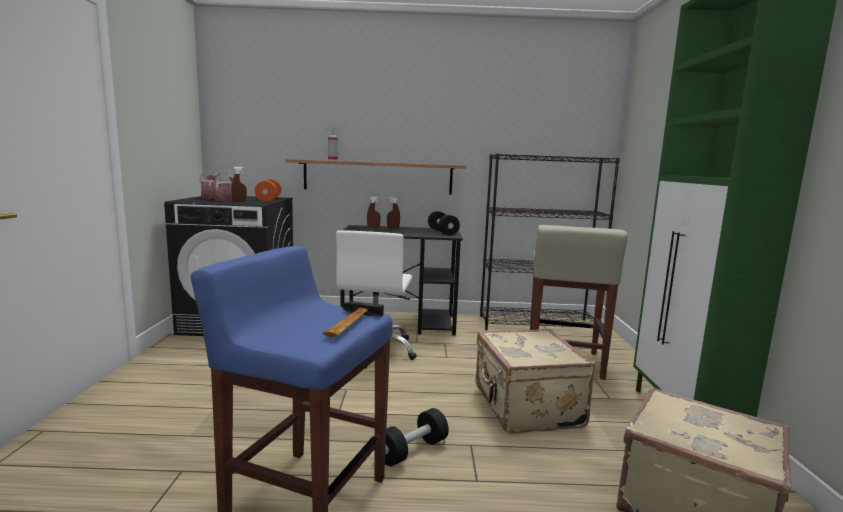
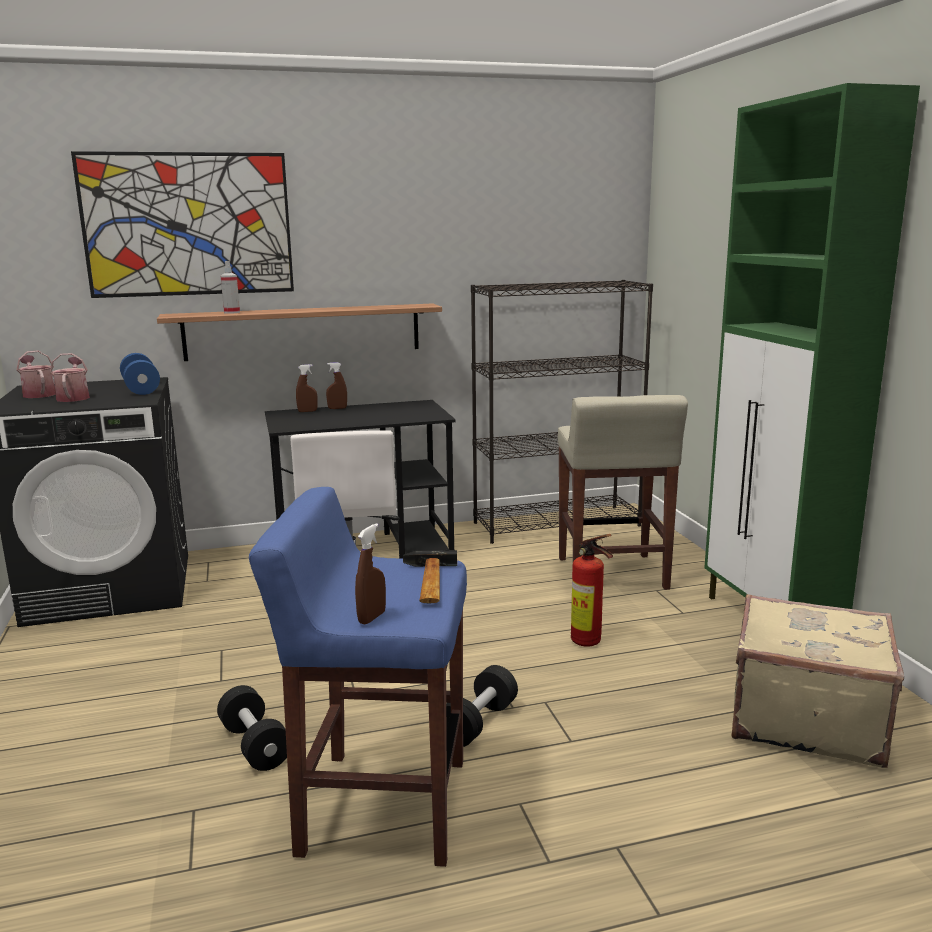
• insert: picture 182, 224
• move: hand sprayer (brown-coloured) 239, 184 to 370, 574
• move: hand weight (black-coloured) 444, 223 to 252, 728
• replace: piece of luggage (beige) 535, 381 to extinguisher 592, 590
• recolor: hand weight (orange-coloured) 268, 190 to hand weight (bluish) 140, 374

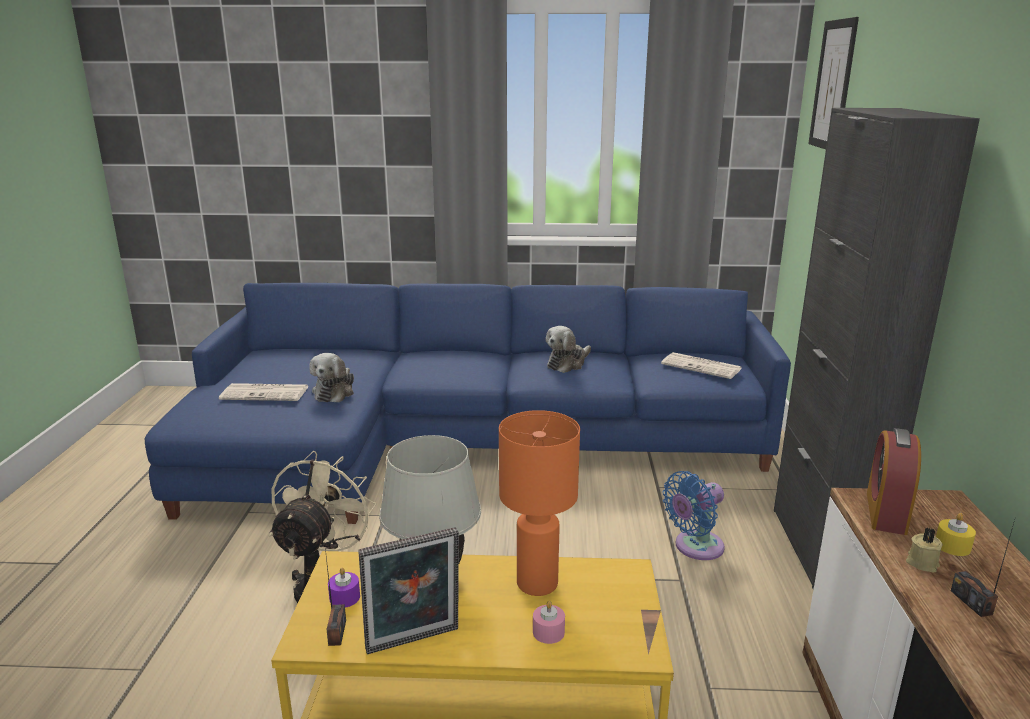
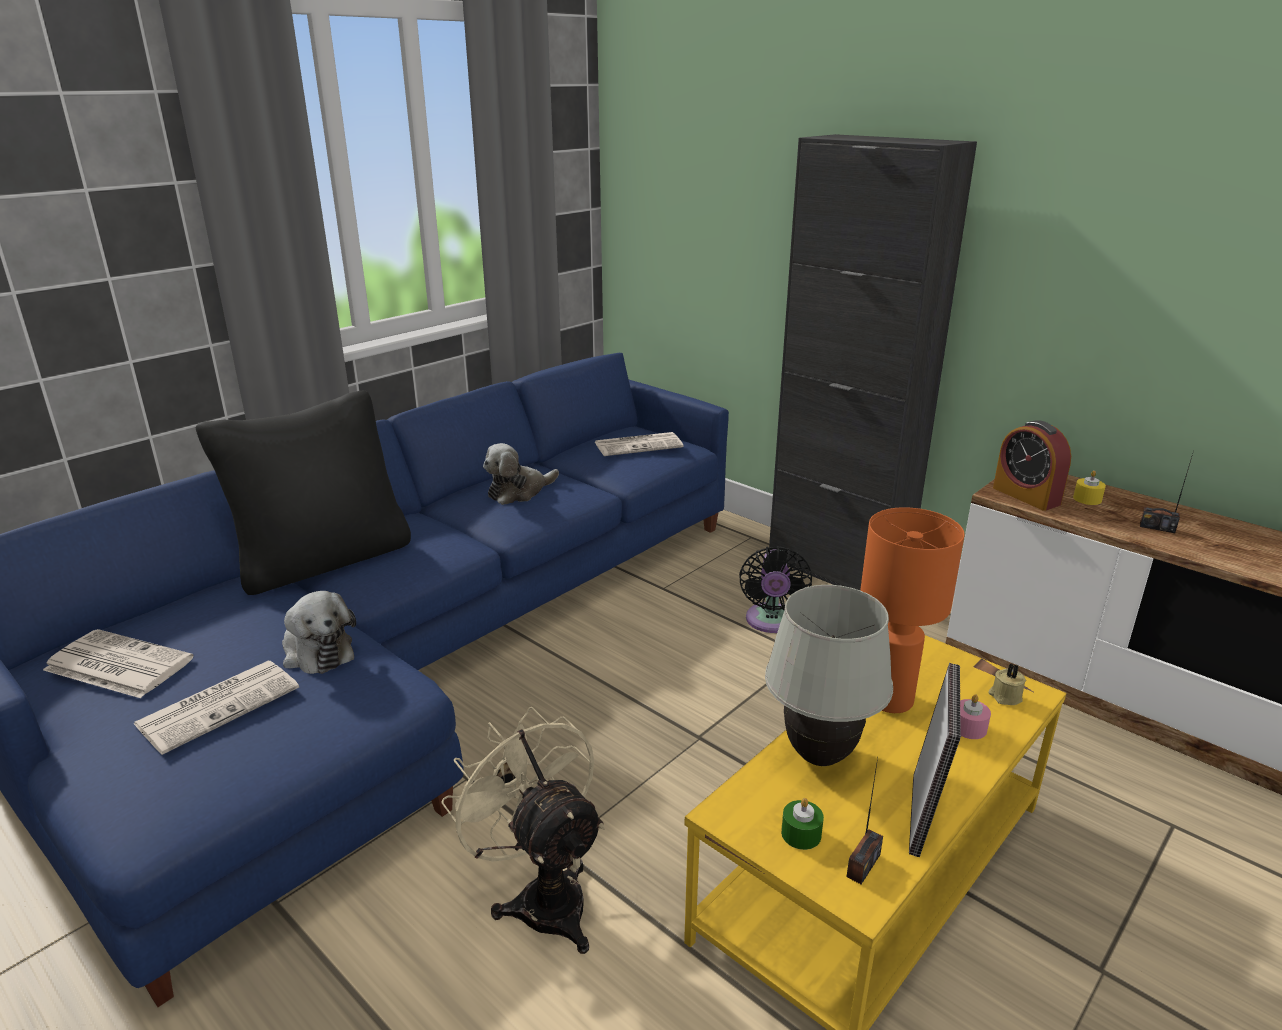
• delete: picture 833, 83
• insert: daily paper 118, 663
• insert: pillow (black-coloured) 303, 493
• move: wax light (beige) 924, 550 to 1007, 684
• recolor: wax light (purplish) 344, 588 to wax light (greenish) 802, 824
• recolor: cooling fan (bluish) 693, 515 to cooling fan (black-coloured) 775, 589
• rotate: radio 335, 597 = 864, 821 90 degrees clockwise
• rotate: soft toy 568, 349 = 521, 474 60 degrees clockwise

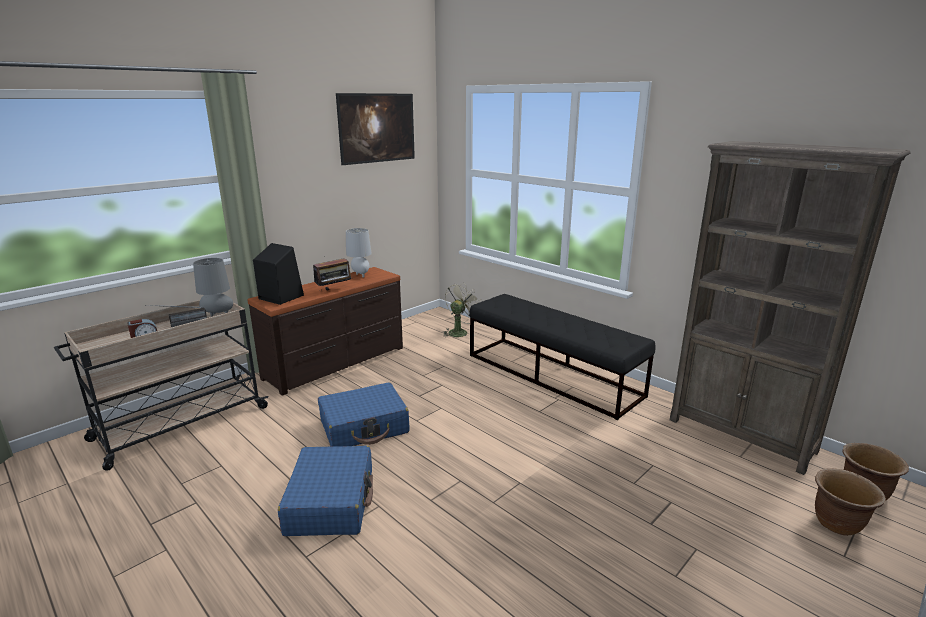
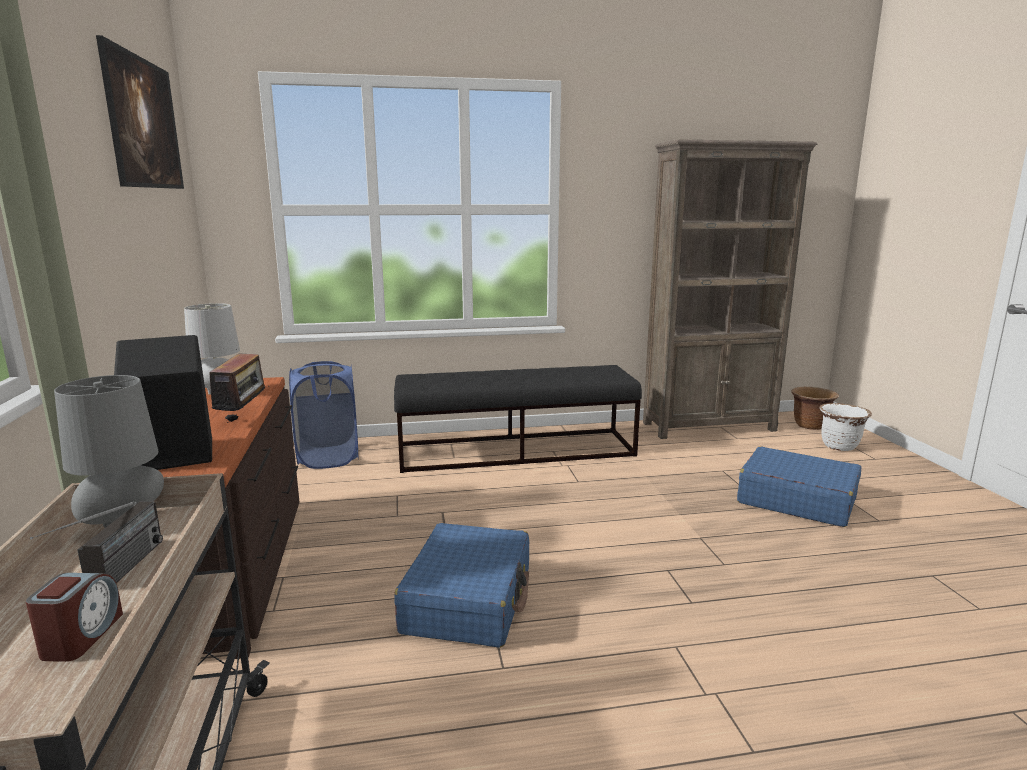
• move: piece of luggage (bluish) 325, 491 to 799, 487
• replace: cooling fan (beige) 461, 310 to laundry basket (bluish) 324, 415
• recolor: flower pot (brown-coloured) 850, 502 to flower pot (whitish) 845, 427

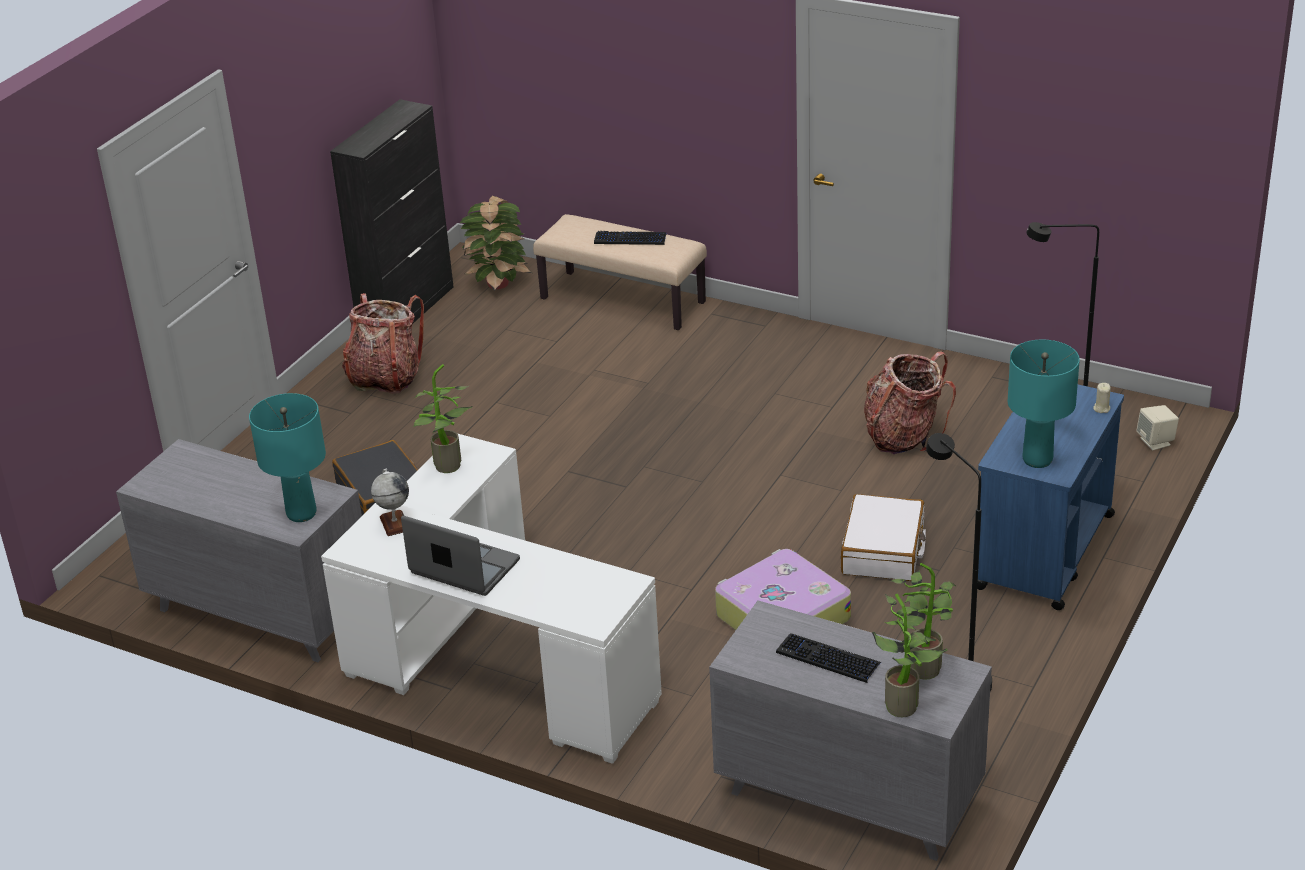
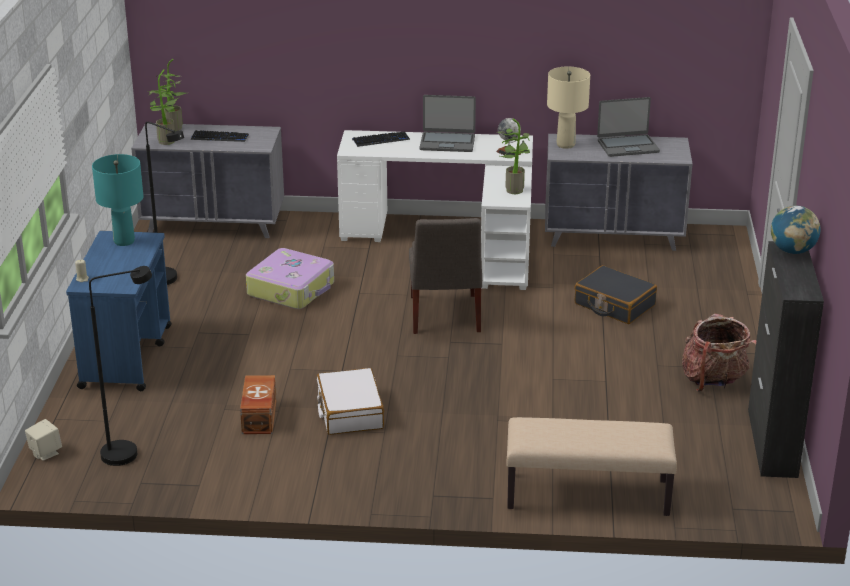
• delete: plant in a pot 496, 243
• insert: upright chair (greyish) 445, 276
• insert: portable computer 628, 127
• insert: world globe 795, 230
• move: computer keyboard 630, 238 to 381, 139
• move: piece of luggage (whitish) 883, 537 to 350, 401
• replace: rucksack 910, 402 to storage bin (brown-coloured) 258, 404
• recolor: table lamp (turquoise-coloured) 287, 457 to table lamp (beige) 568, 108

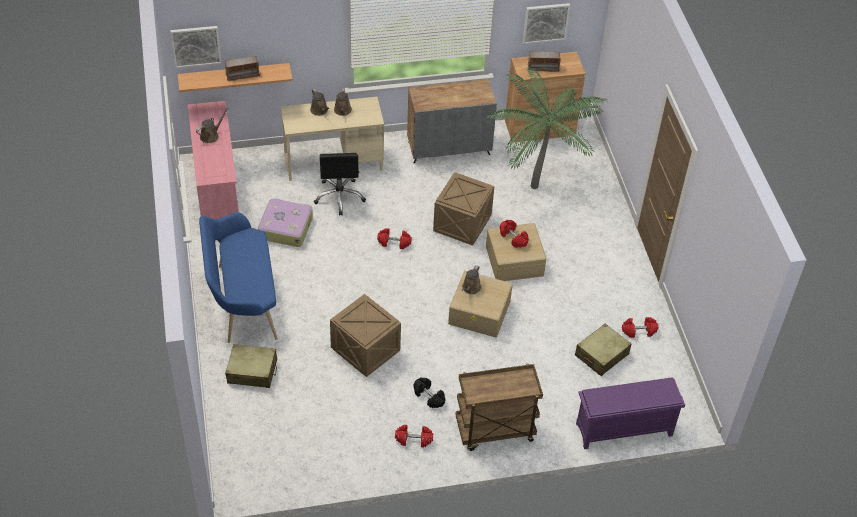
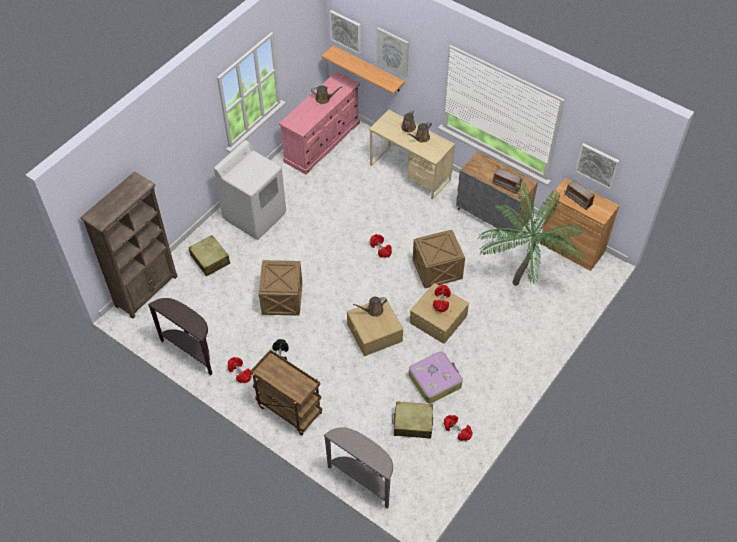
• delete: computer chair (black-coloured) 340, 184
• insert: shelving unit (brown-coloured) 129, 245
• insert: narrow table (brown-coloured) 180, 336
• insert: picture 393, 52
• move: radio 242, 68 to 507, 181
• move: piece of luggage 285, 222 to 436, 377
• replace: indoor bench (bluish) 238, 277 to laundry appliance (whitish) 250, 190
• replace: shoe shelf (purplish) 630, 413 to narrow table (greyish) 358, 467

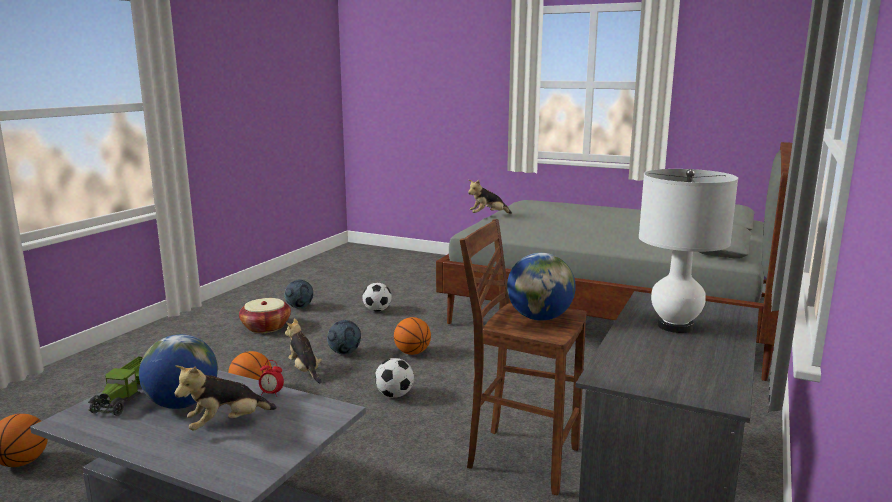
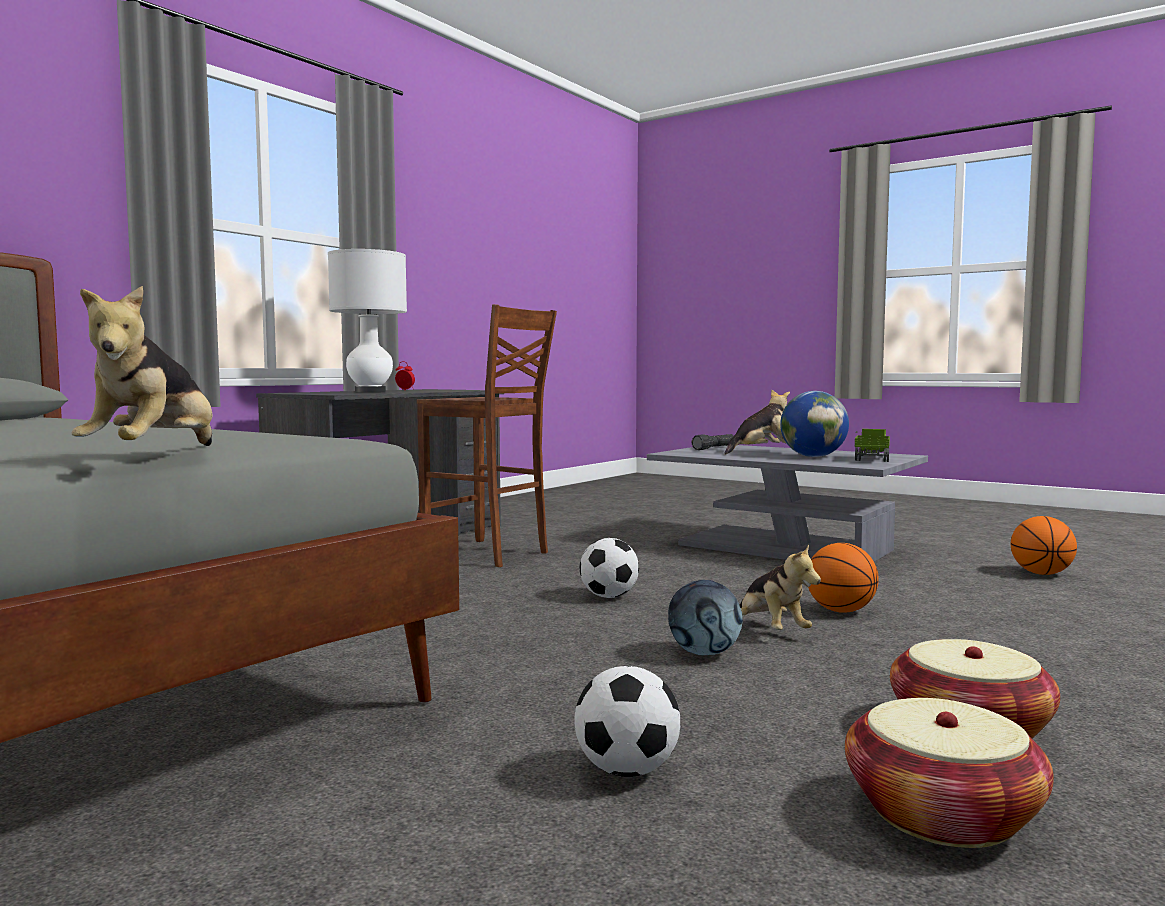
• delete: basketball ball 412, 336
• delete: world globe 541, 287
• insert: flashlight (black-coloured) 712, 442
• move: bedside clock 271, 378 to 405, 376
• replace: ball for football 299, 294 to storage basket 949, 773
• rotate: soft toy 490, 197 = 142, 366 105 degrees clockwise

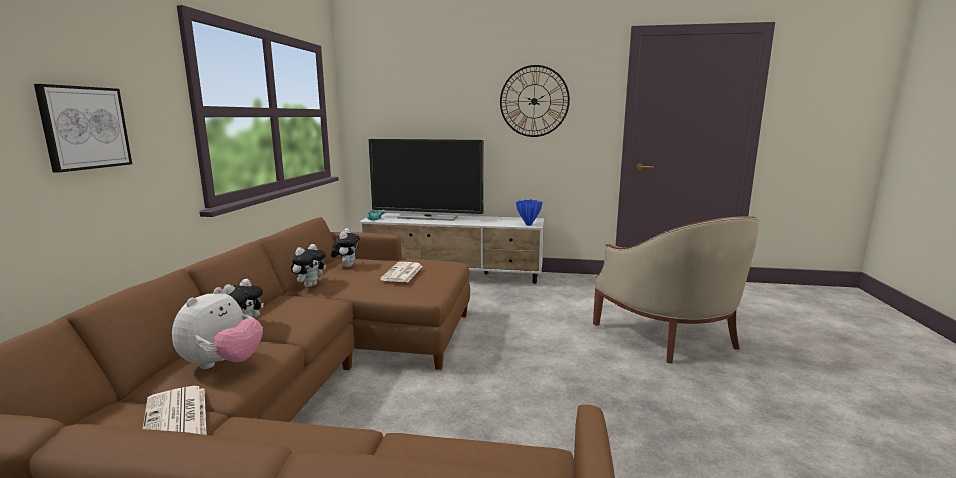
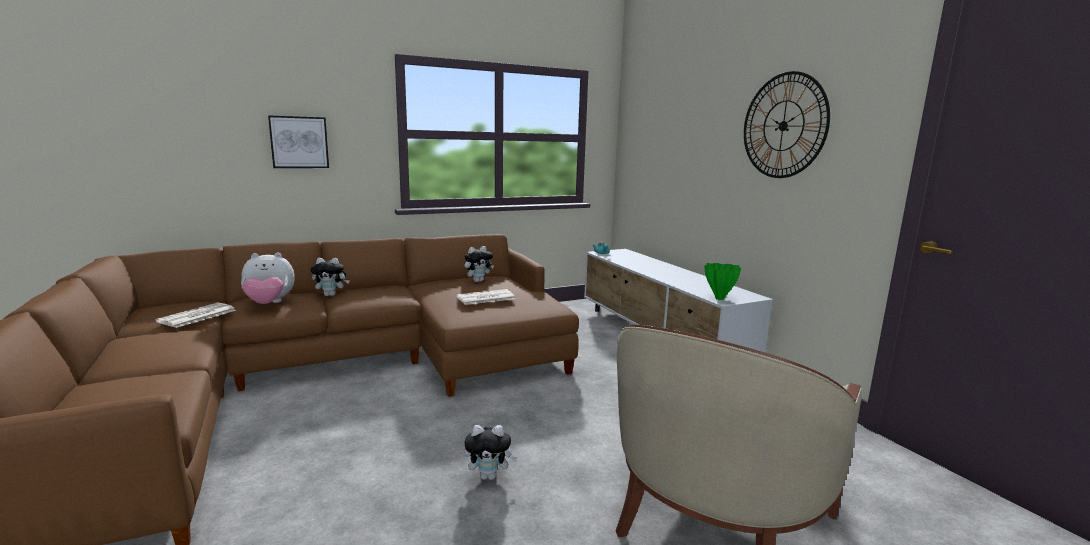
• delete: TV 426, 180
• move: soft toy 308, 265 to 491, 452
• recolor: vase (bluish) 529, 212 to vase (greenish) 723, 281

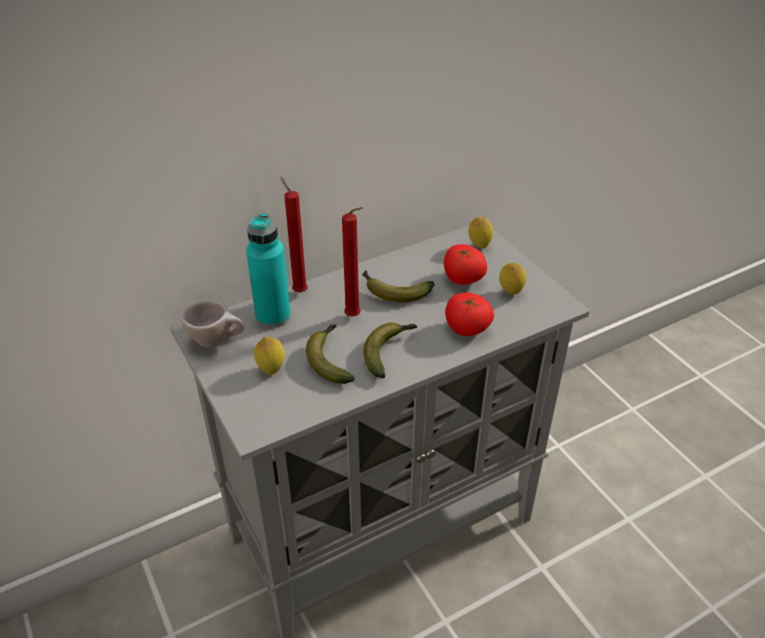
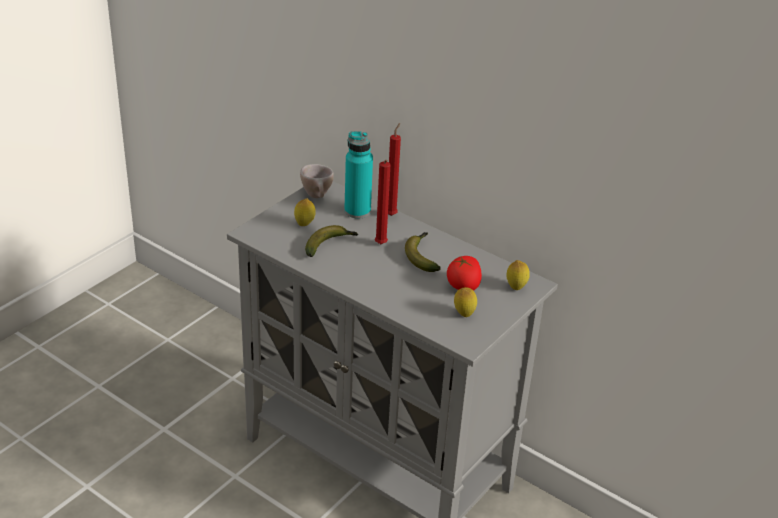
• delete: banana 390, 350
• delete: tomato 469, 314

